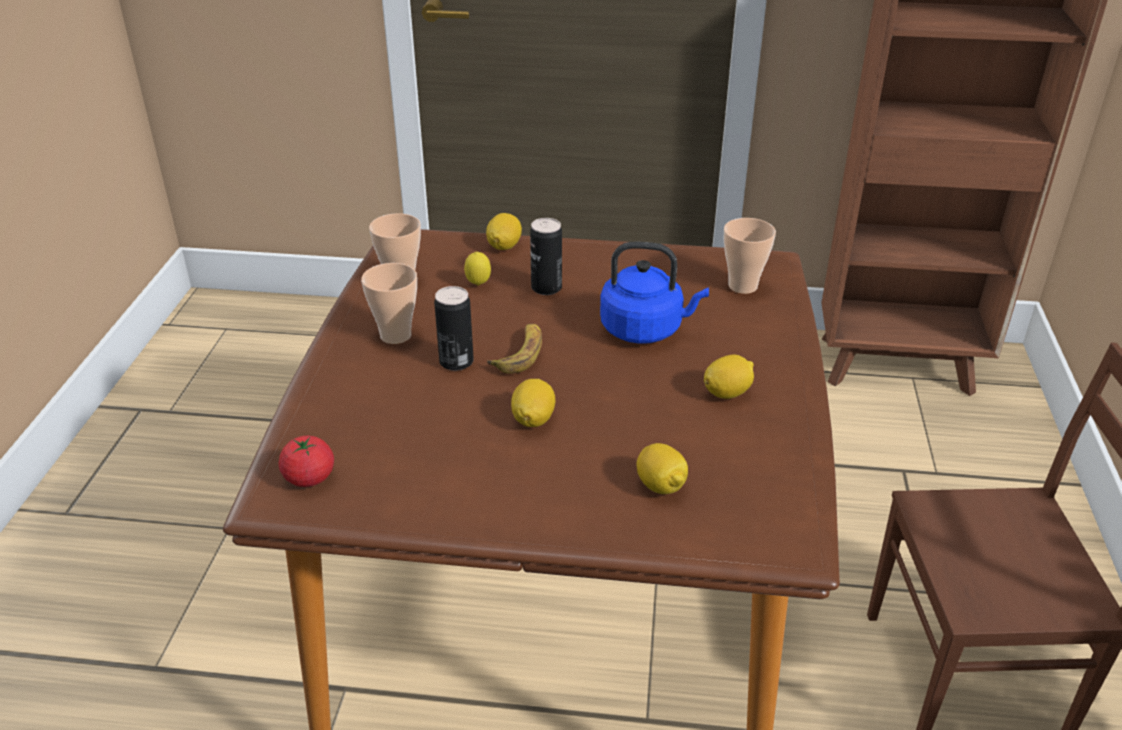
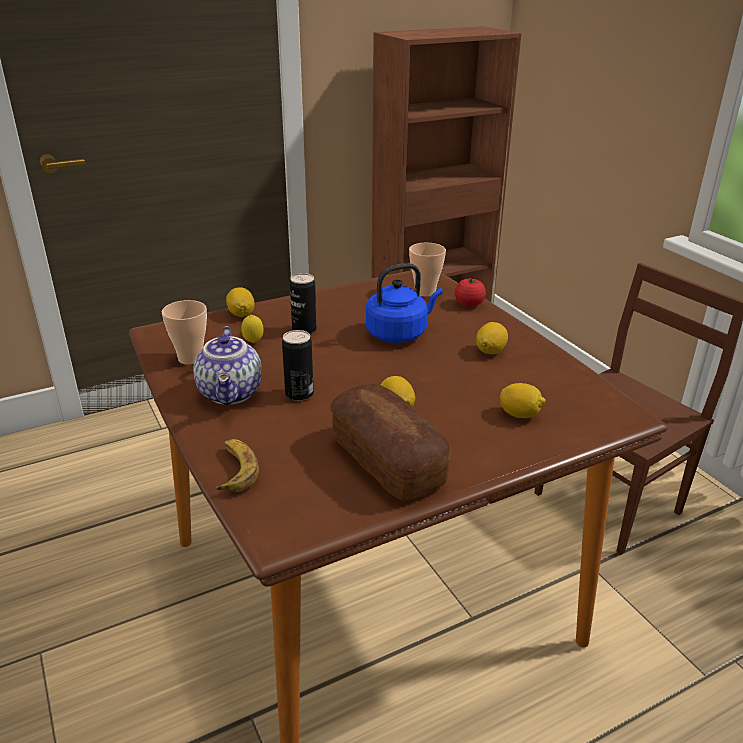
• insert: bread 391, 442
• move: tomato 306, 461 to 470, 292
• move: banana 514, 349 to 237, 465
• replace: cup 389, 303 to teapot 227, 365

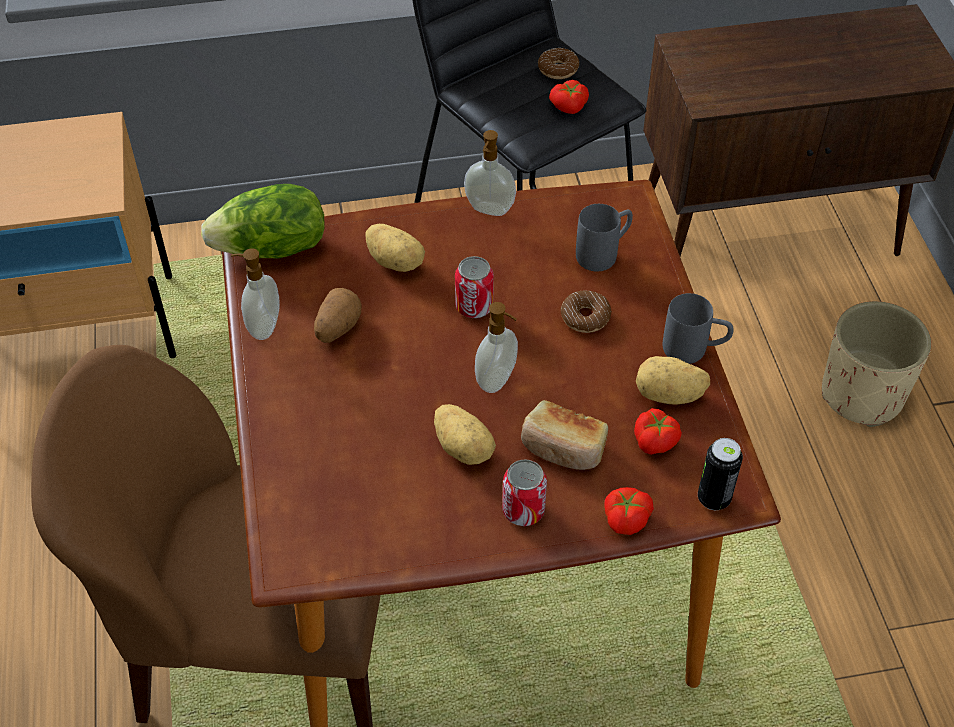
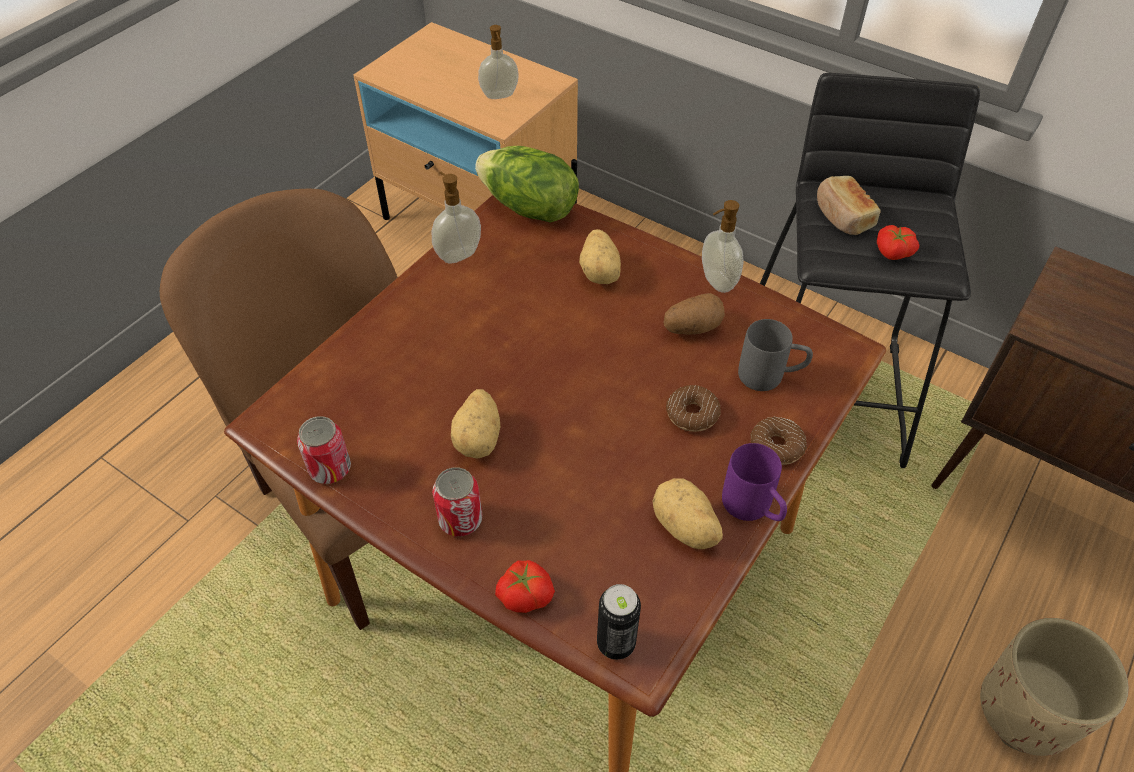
• delete: tomato 658, 431
• move: potato 338, 315 to 694, 314
• move: can 474, 287 to 324, 450
• move: soap dispenser 496, 347 to 498, 62
• move: bread 564, 435 to 849, 205
• move: doughnut 558, 63 to 778, 441
• recolor: coffee mug (greyish) 698, 328 to coffee mug (purplish) 754, 482

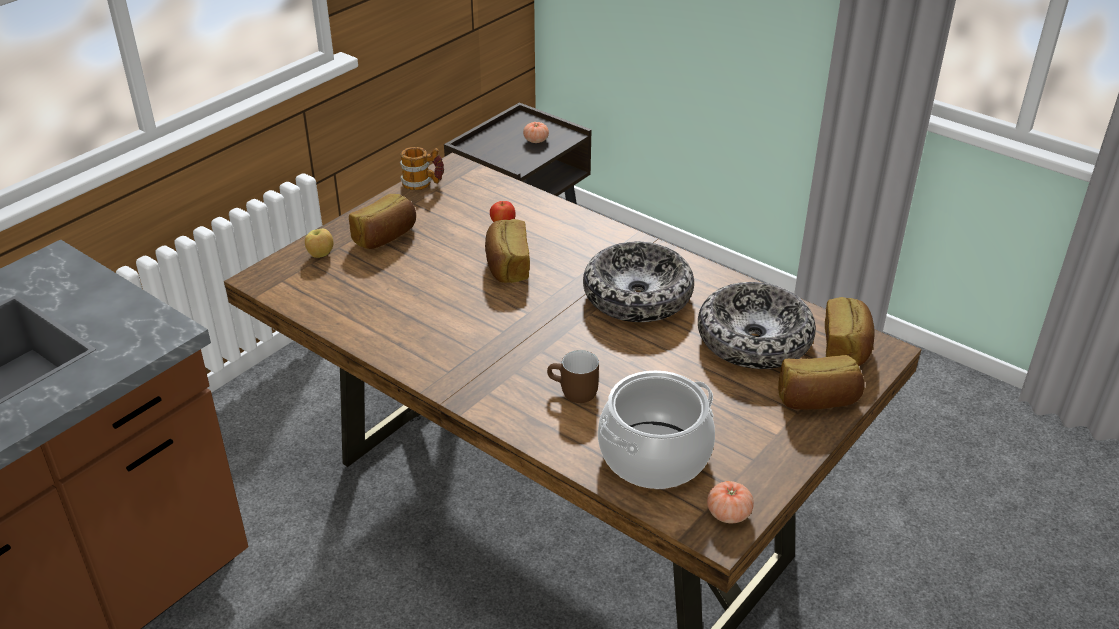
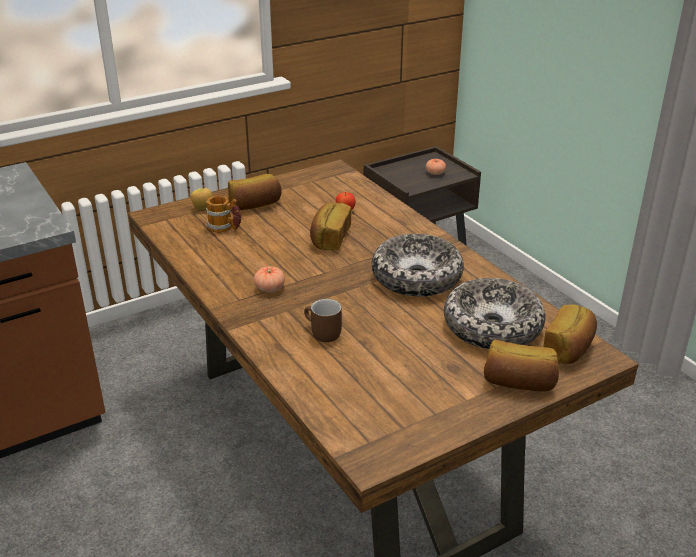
• delete: cooking pot 656, 430
• move: coffee mug 422, 168 to 223, 214
• move: tomato 730, 502 to 269, 279

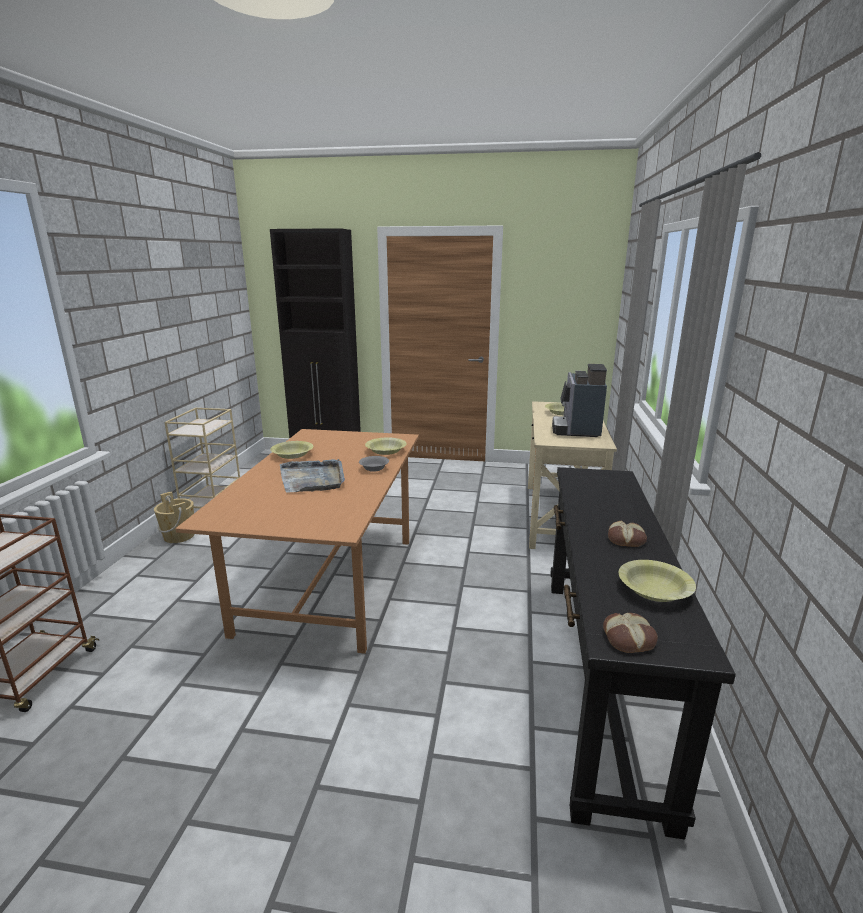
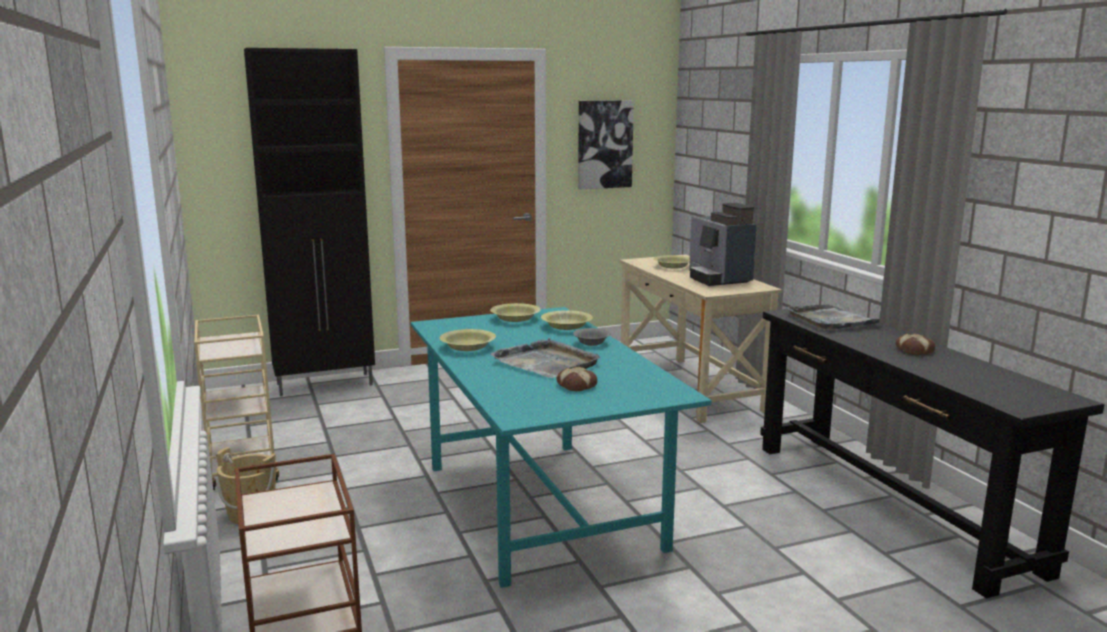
• insert: picture 606, 144
• insert: serving tray (greyish) 833, 317
• move: bread 630, 633 to 576, 379
• move: serving bowl (yellowish) 657, 581 to 515, 312
• recolor: kitchen table (brown-coloured) 297, 541 to kitchen table (turquoise-coloured) 561, 447

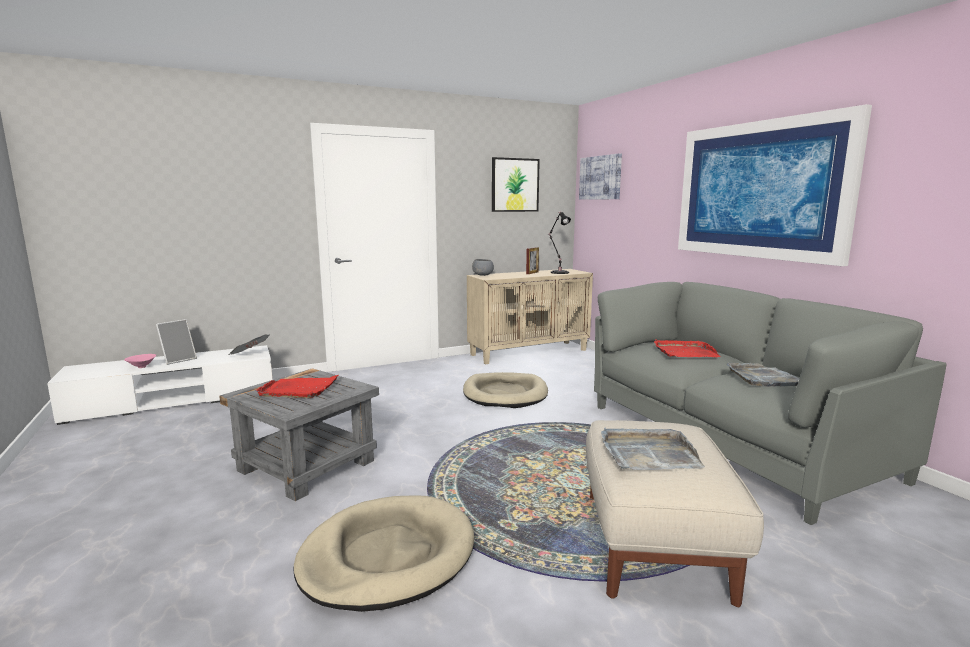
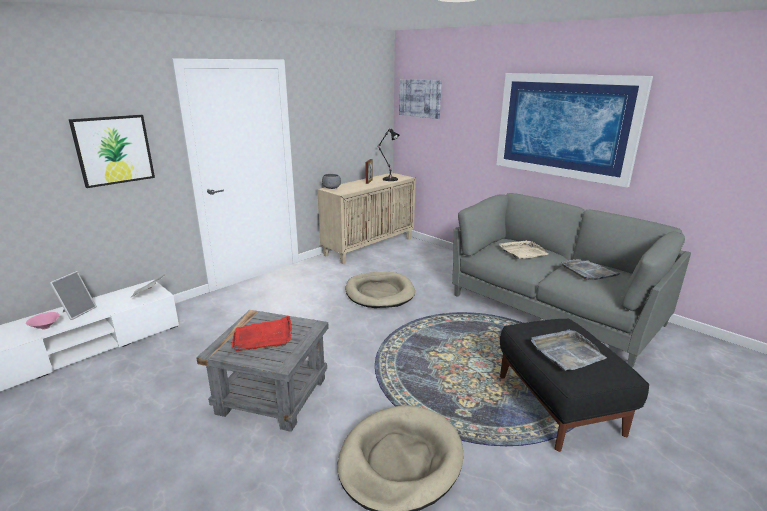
• move: picture 516, 184 to 112, 151
• recolor: footrest (beige) 675, 513 to footrest (black-coloured) 574, 385
• recolor: serving tray (red-coloured) 687, 348 to serving tray (beige) 524, 249

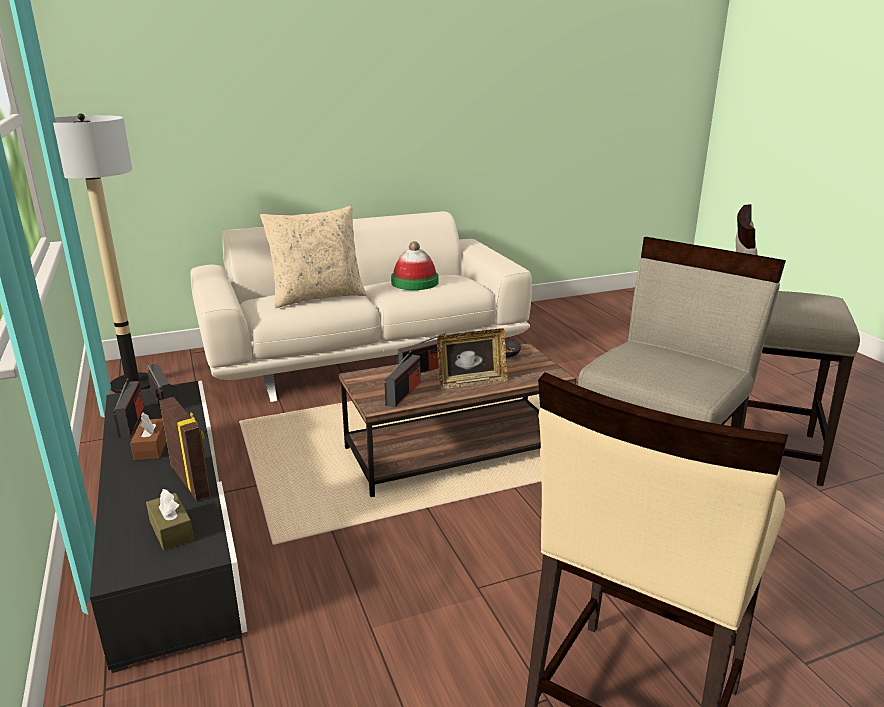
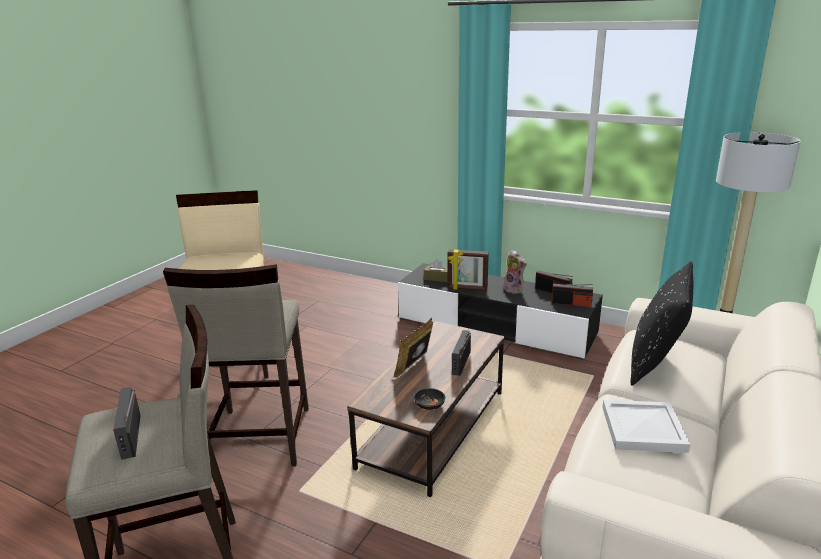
• move: radio 403, 379 to 127, 423
• replace: tissue holder (brown-coloured) 148, 436 to soft toy 515, 272
• replace: wearable hat 414, 265 to serving tray (whitish) 646, 426
• recolor: pillow (beige) 313, 256 to pillow (black-coloured) 662, 323

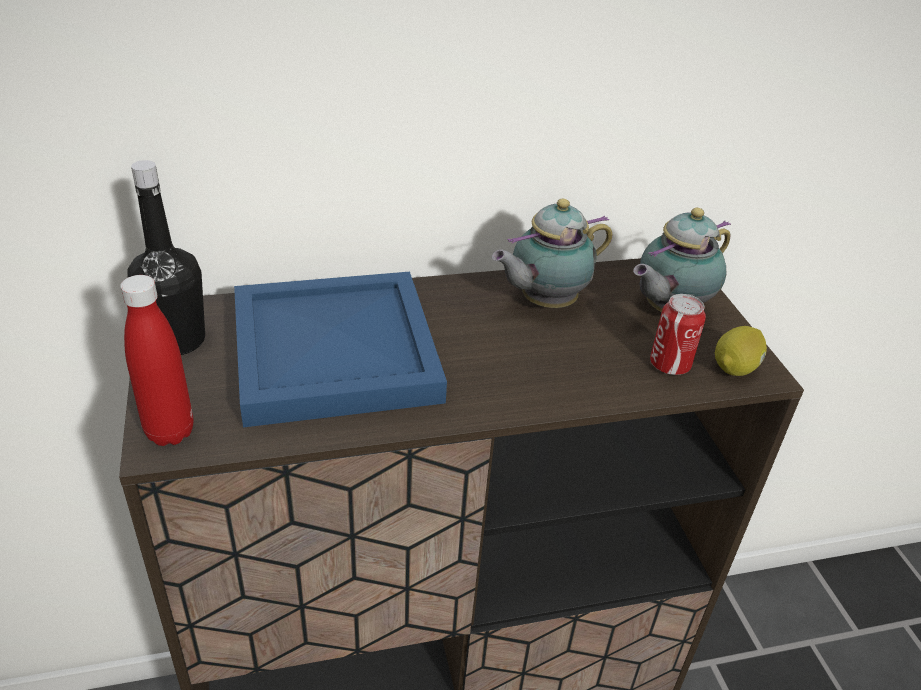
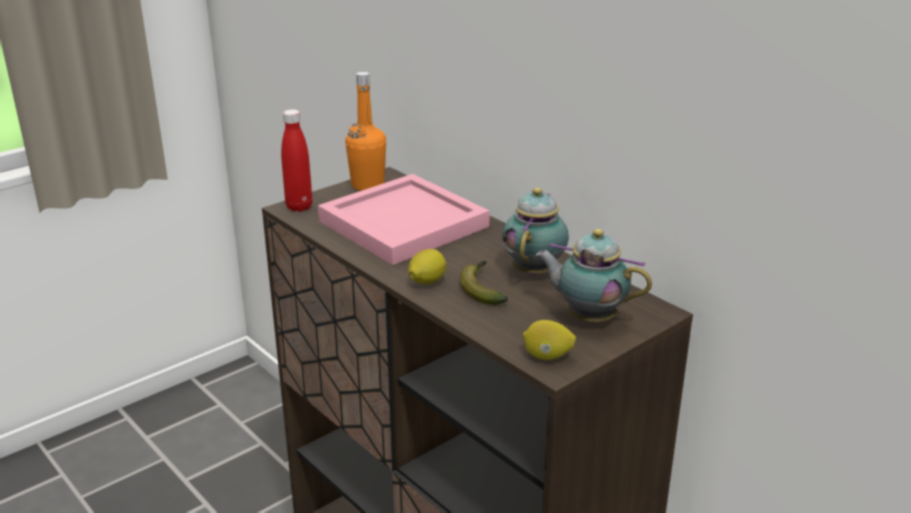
• delete: can 678, 334
• insert: lemon 427, 266
• insert: banana 484, 283
• recolor: bottle (black-coloured) 166, 257 to bottle (orange-coloured) 365, 131
• recolor: serving tray (bluish) 340, 349 to serving tray (pink-coloured) 404, 219
• rotate: teapot 552, 253 = 535, 232 75 degrees clockwise

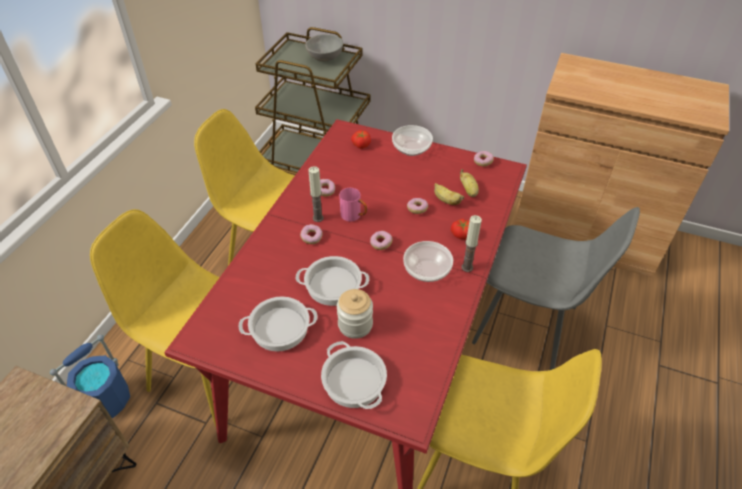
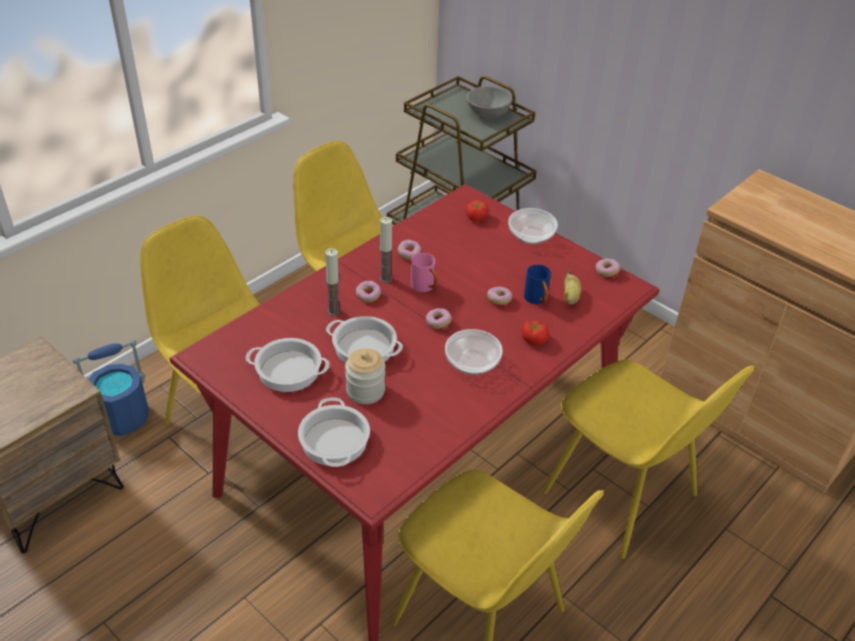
• move: wax light 471, 243 to 333, 282
• replace: banana 449, 194 to coffee mug (bluish) 537, 284
• recolor: upright chair (greyish) 556, 288 to upright chair (yellowish) 649, 459

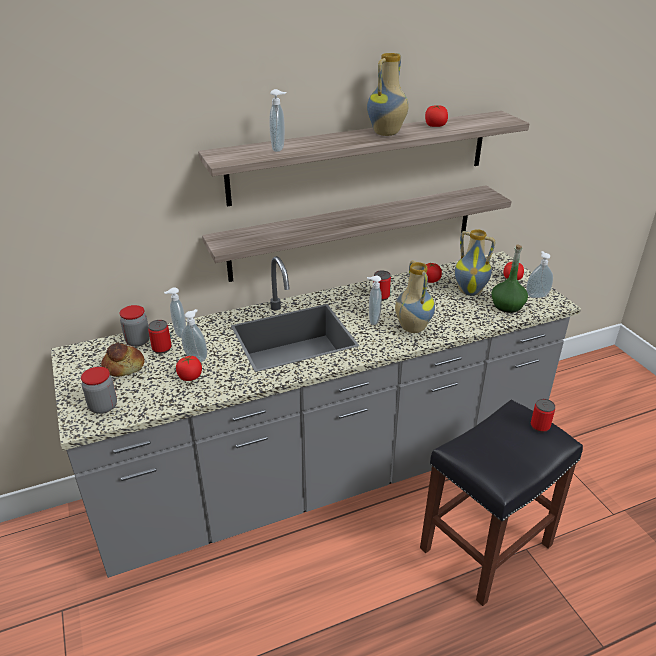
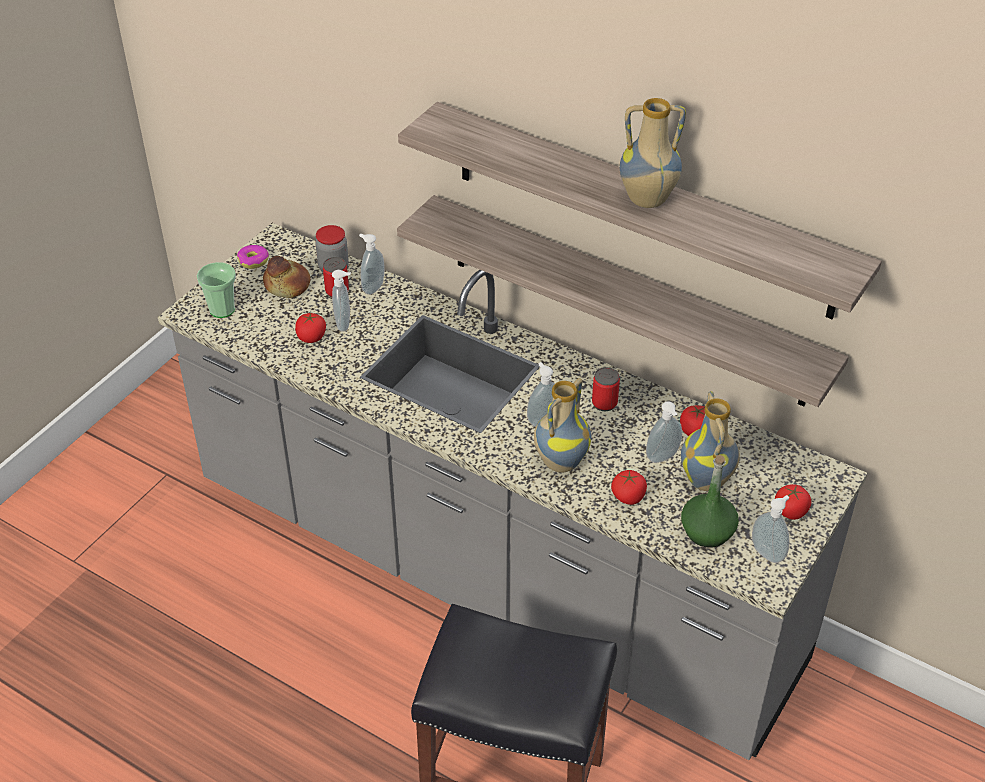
• delete: can 543, 415
• insert: doughnut 253, 257
• move: soap dispenser 277, 120 to 664, 432
• move: tomato 436, 116 to 629, 487
• replace: jar 99, 390 to cup 216, 290

